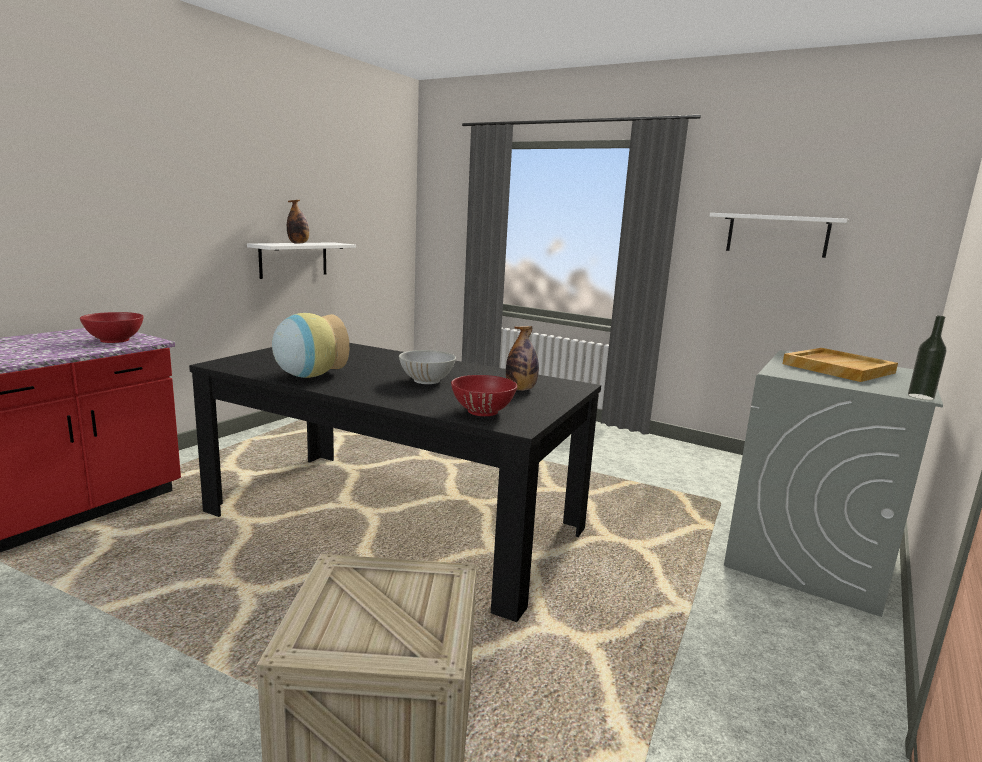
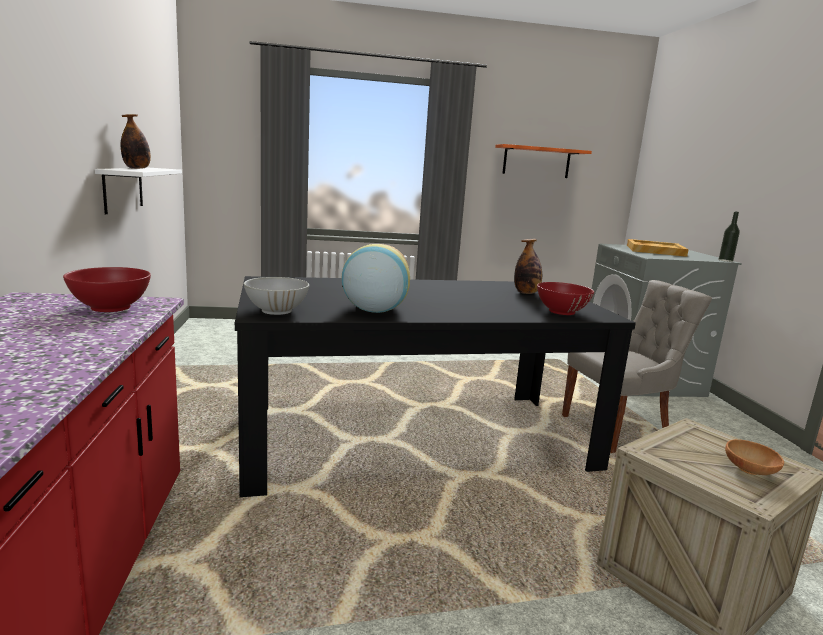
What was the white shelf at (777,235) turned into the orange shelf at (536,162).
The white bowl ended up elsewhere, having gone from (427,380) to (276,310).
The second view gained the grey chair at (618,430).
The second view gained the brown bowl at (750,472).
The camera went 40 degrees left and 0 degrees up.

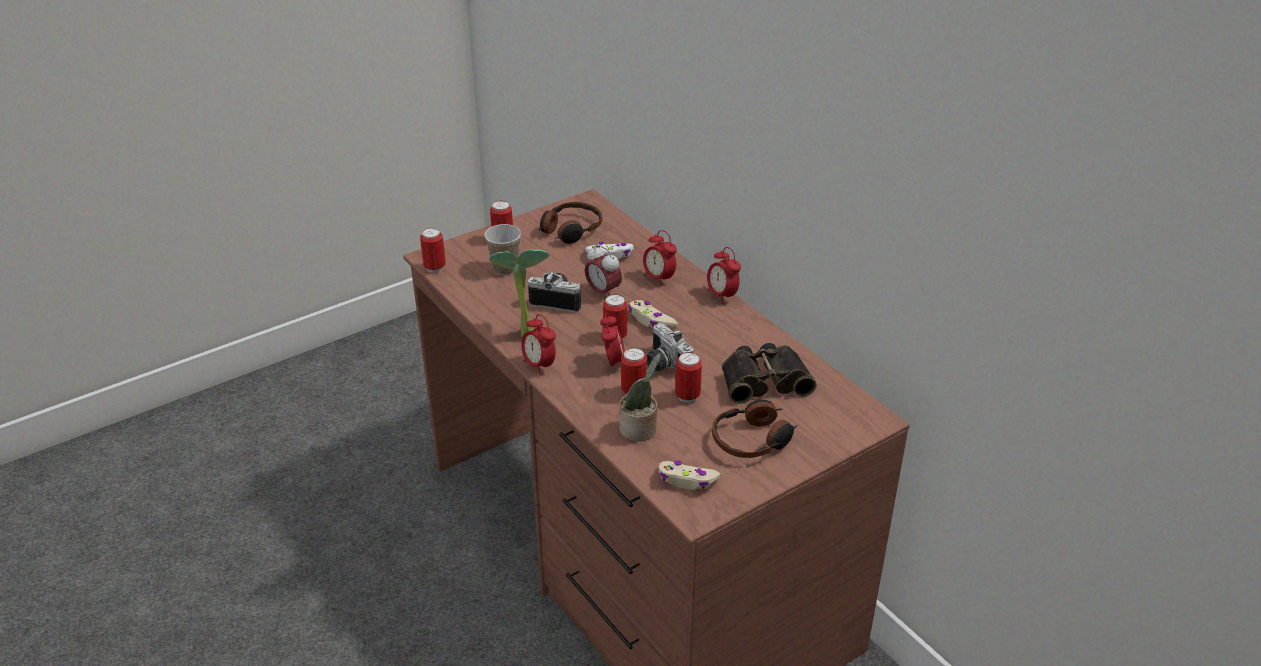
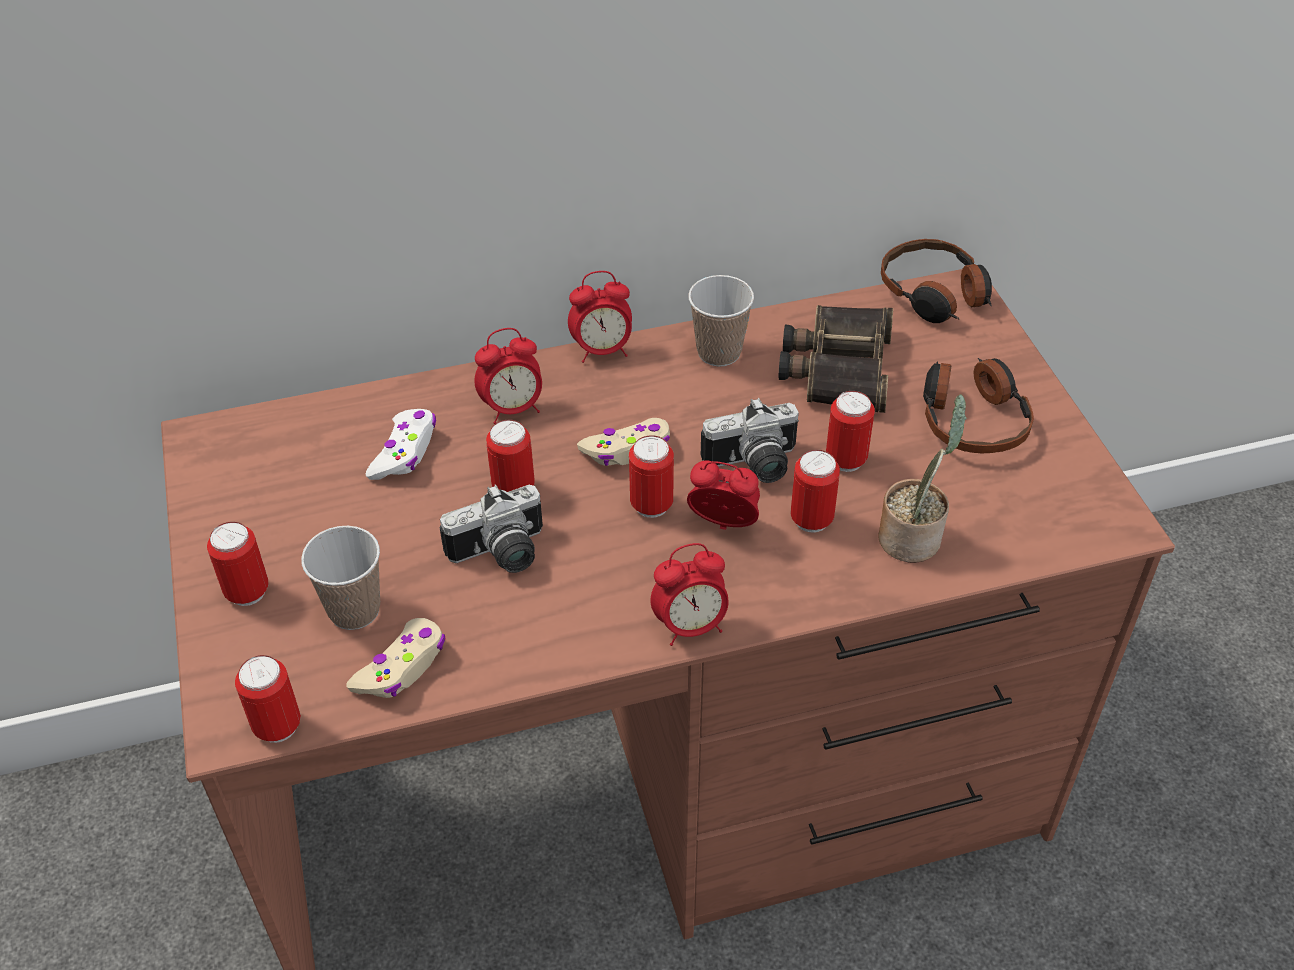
The headphones ended up elsewhere, having gone from (570,230) to (934,294).
Where the alarm clock stood at (603,292), the can came to stand at (513,489).
The second view lost the potted plant at (524,332).
The photo camera at (558,299) ended up facing another way, 150 degrees counterclockwise from before.
The beige game controller ended up elsewhere, having gone from (687,480) to (402,667).
The second view gained the cup at (719,352).
The camera went 70 degrees left and 10 degrees up.

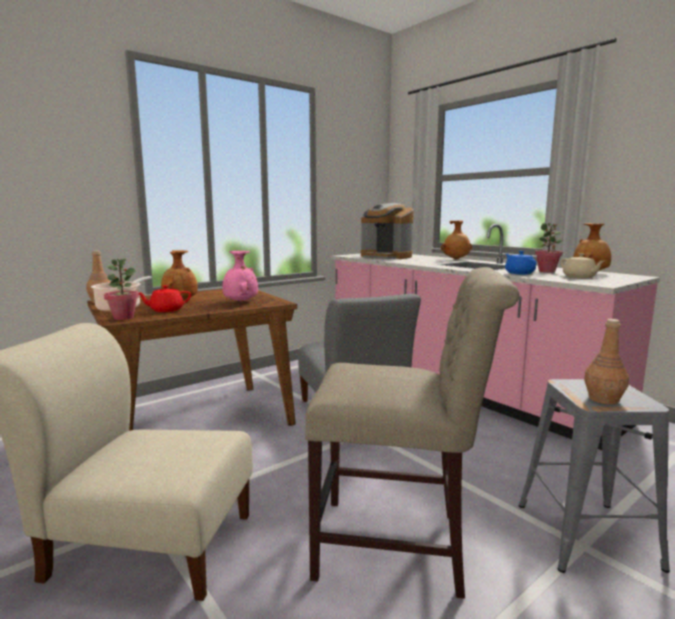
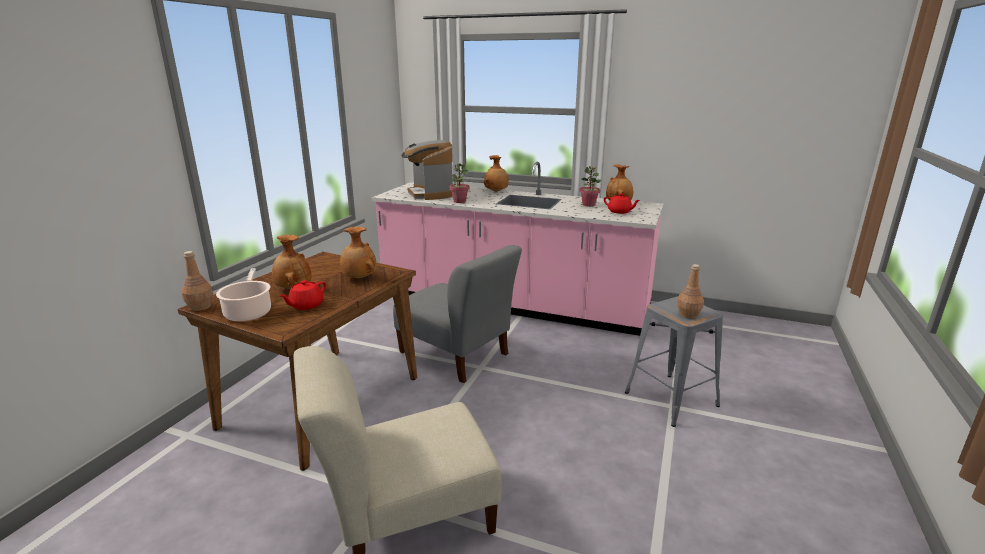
The coffee machine at (386,257) ended up facing another way, 60 degrees clockwise from before.
What was the pink vase at (240,302) turned into the brown vase at (359,278).
The second view lost the blue teapot at (519,273).
What was the beige teapot at (579,277) turned into the red teapot at (620,212).
The potted plant ended up elsewhere, having gone from (123,317) to (459,201).
The second view lost the beige chair at (400,546).
The camera went 30 degrees left and 10 degrees up.

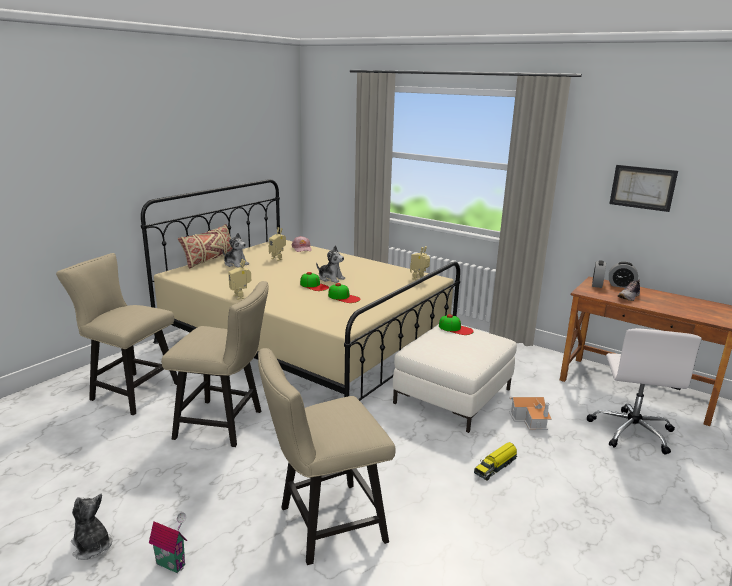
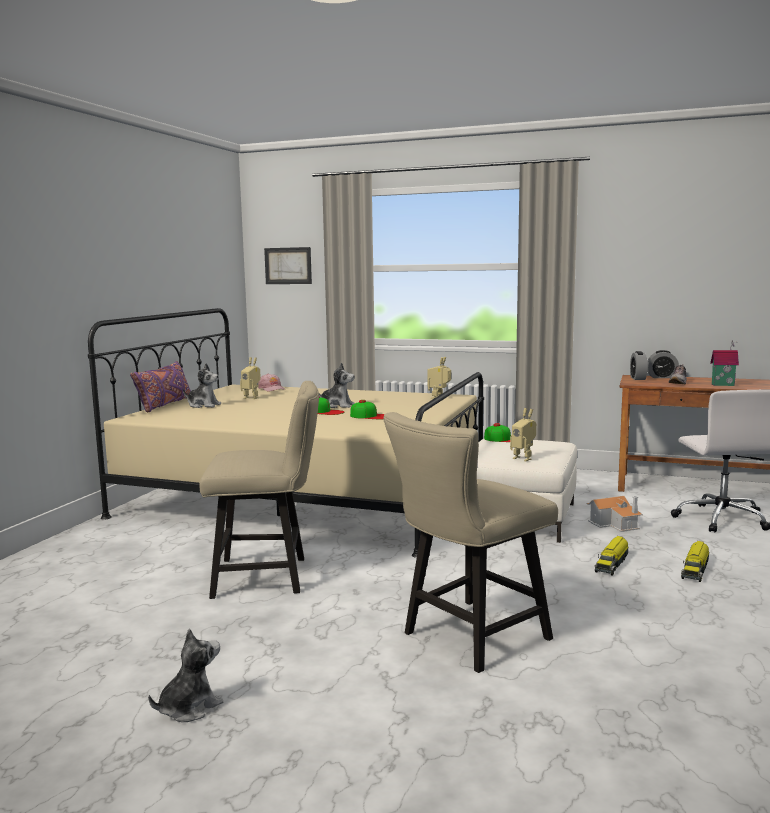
The picture ended up elsewhere, having gone from (642,187) to (288,265).
What was the beige pillow at (209,260) turned into the purple pillow at (164,405).
The second view lost the beige chair at (130,391).
The toy robot ended up elsewhere, having gone from (241,296) to (523,458).
The plush toy at (91,546) ended up facing another way, 105 degrees clockwise from before.
The toy house ended up elsewhere, having gone from (172,563) to (722,384).
The second view gained the toy truck at (695,569).
The camera went 15 degrees left and 10 degrees down.

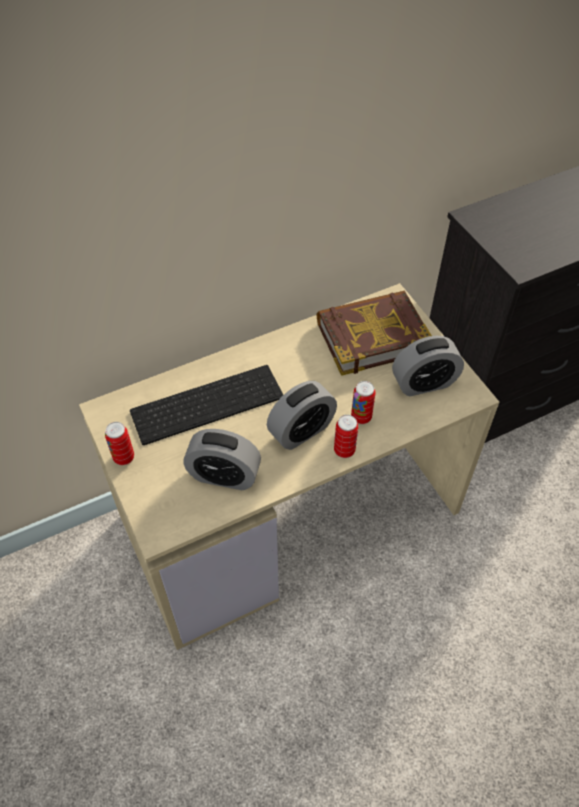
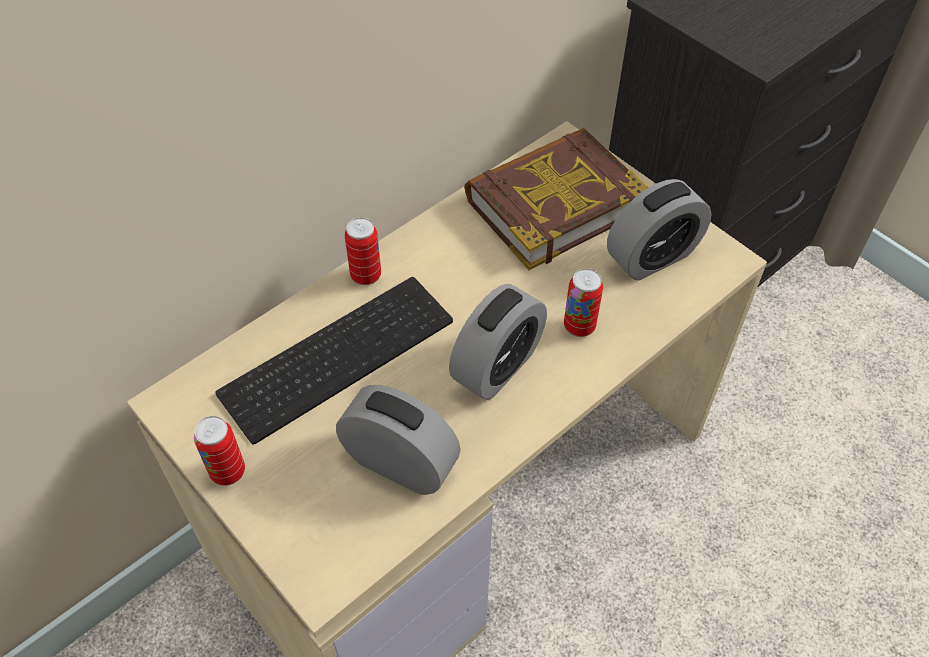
The can ended up elsewhere, having gone from (344,450) to (366,275).
The alarm clock at (224,475) ended up facing another way, 150 degrees counterclockwise from before.
The camera went 15 degrees left and 0 degrees up.

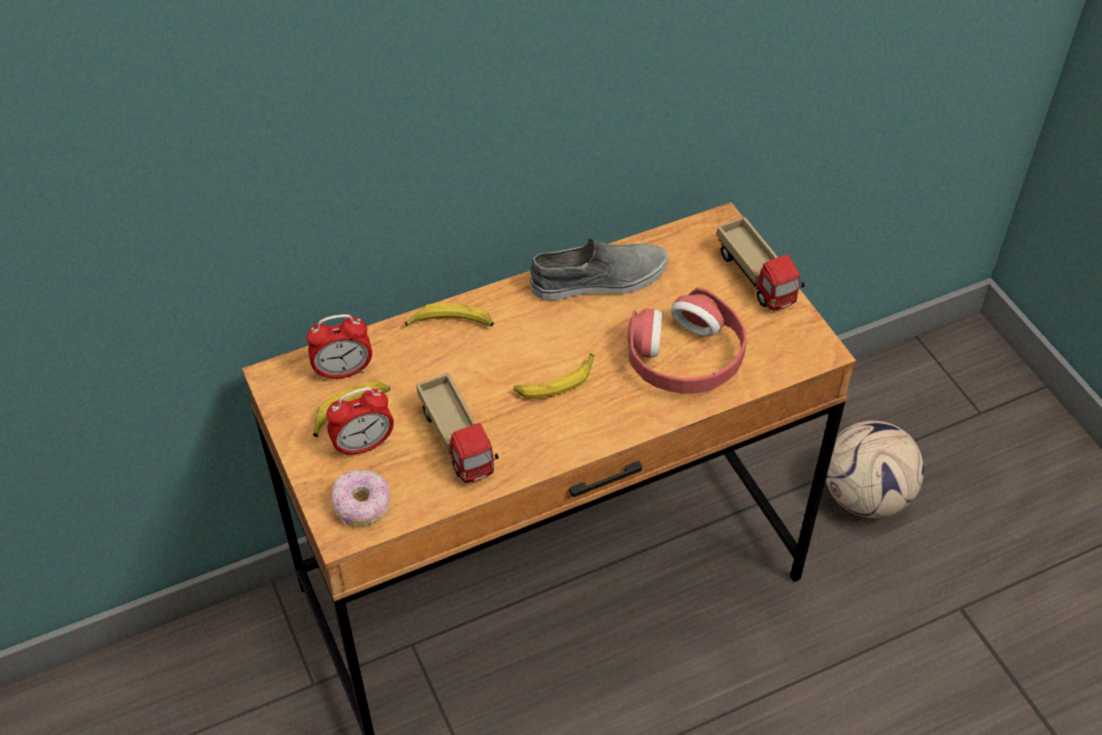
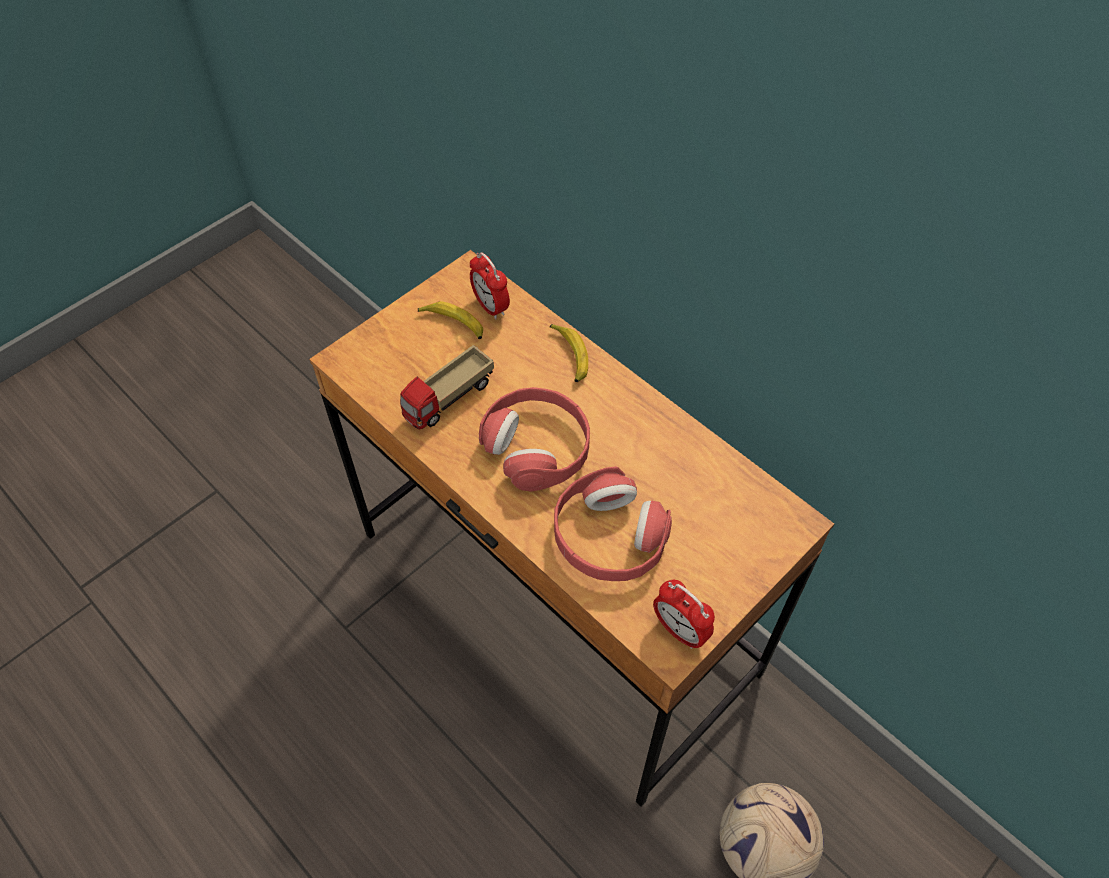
The second view lost the toy truck at (756,277).
The second view lost the grey shoe at (599,279).
Where the banana stood at (555,382), the red headphones came to stand at (537,446).
The alarm clock ended up elsewhere, having gone from (363,445) to (679,630).
The second view lost the donut at (362,505).
The camera went 70 degrees right and 5 degrees up.

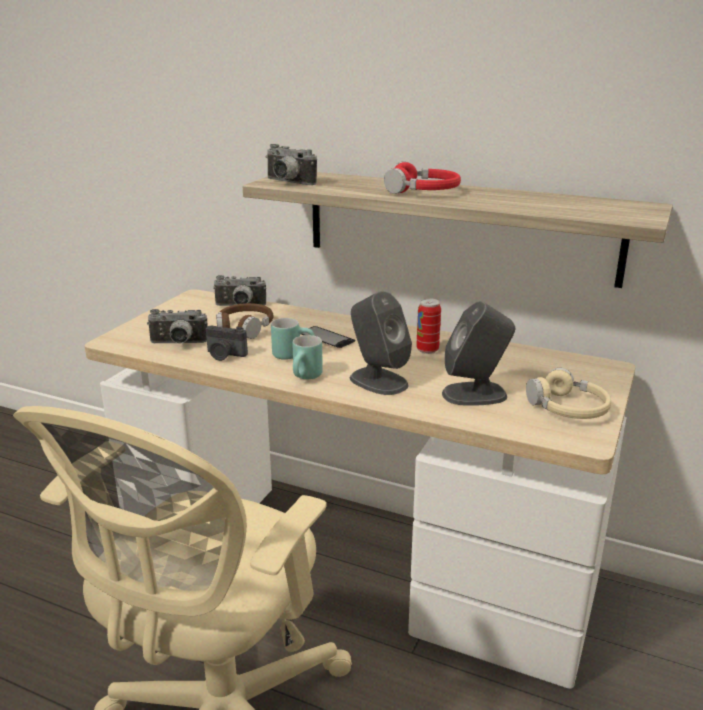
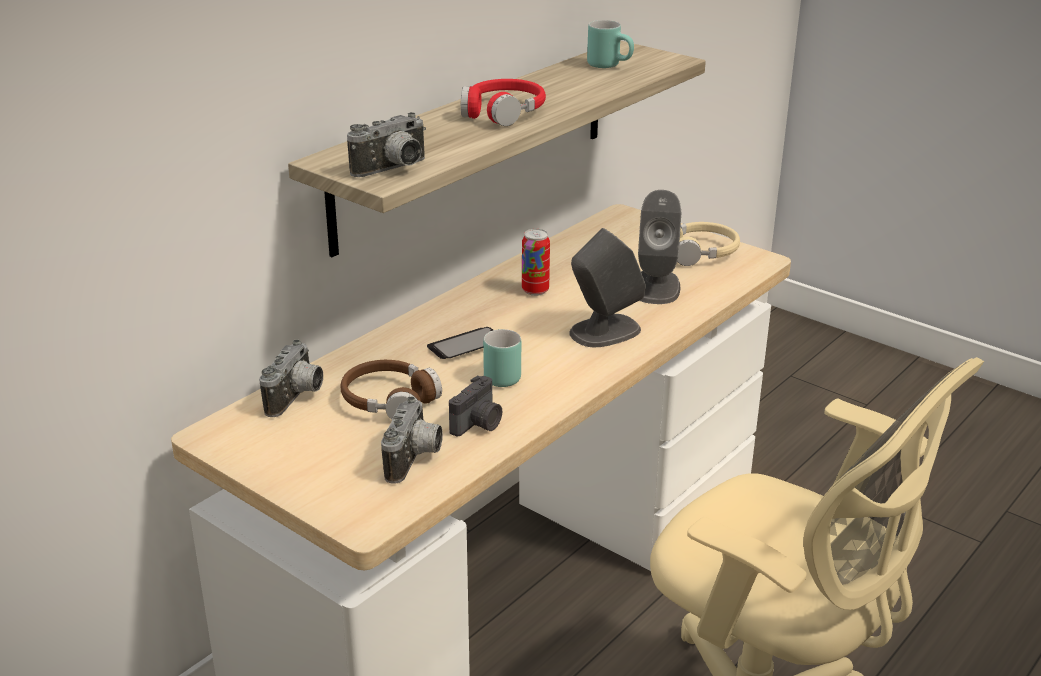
The turquoise mug ended up elsewhere, having gone from (307,378) to (611,65).
The camera went 75 degrees left and 5 degrees up.

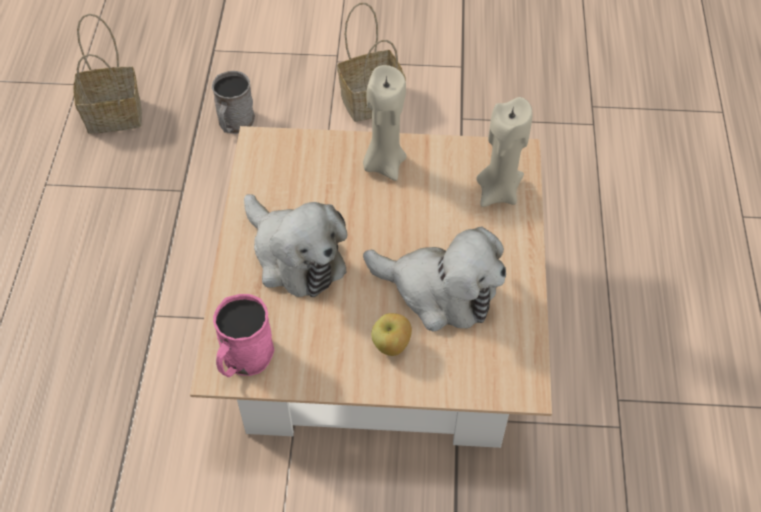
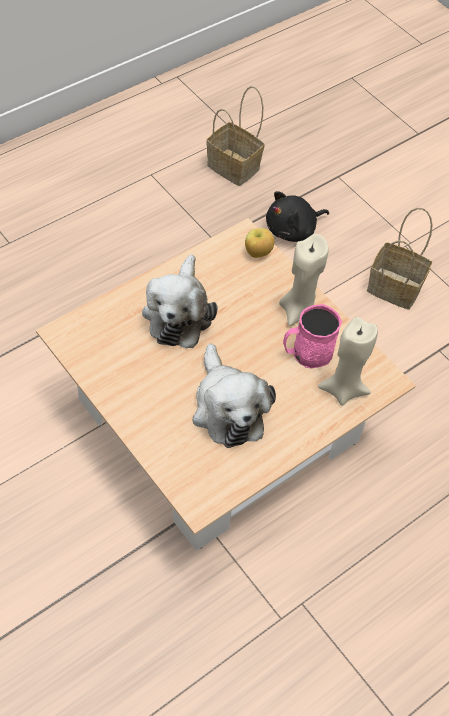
Where the grey mug stood at (234,124), the black plush toy came to stand at (293,230).
The pink mug ended up elsewhere, having gone from (244,359) to (306,353).
The apple ended up elsewhere, having gone from (391,346) to (257,253).
The camera went 45 degrees right and 0 degrees up.

